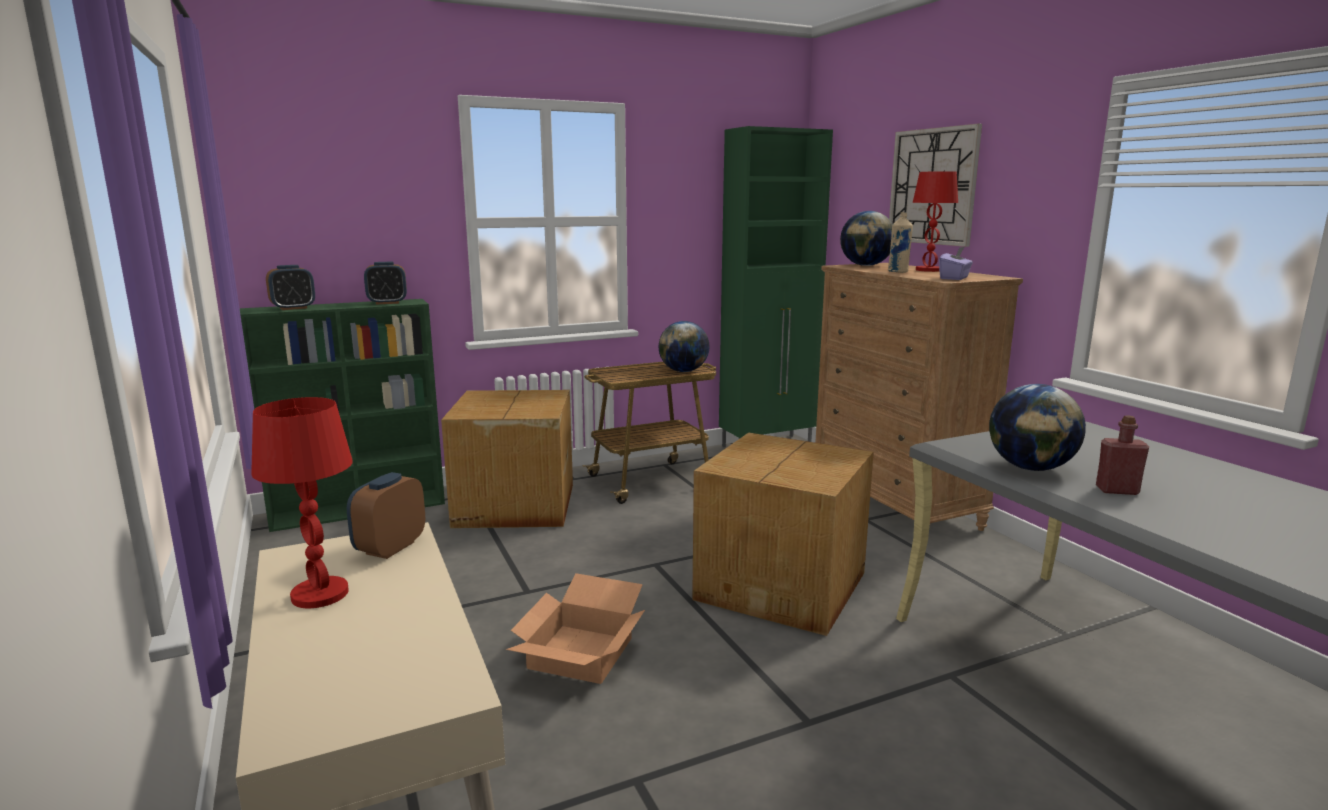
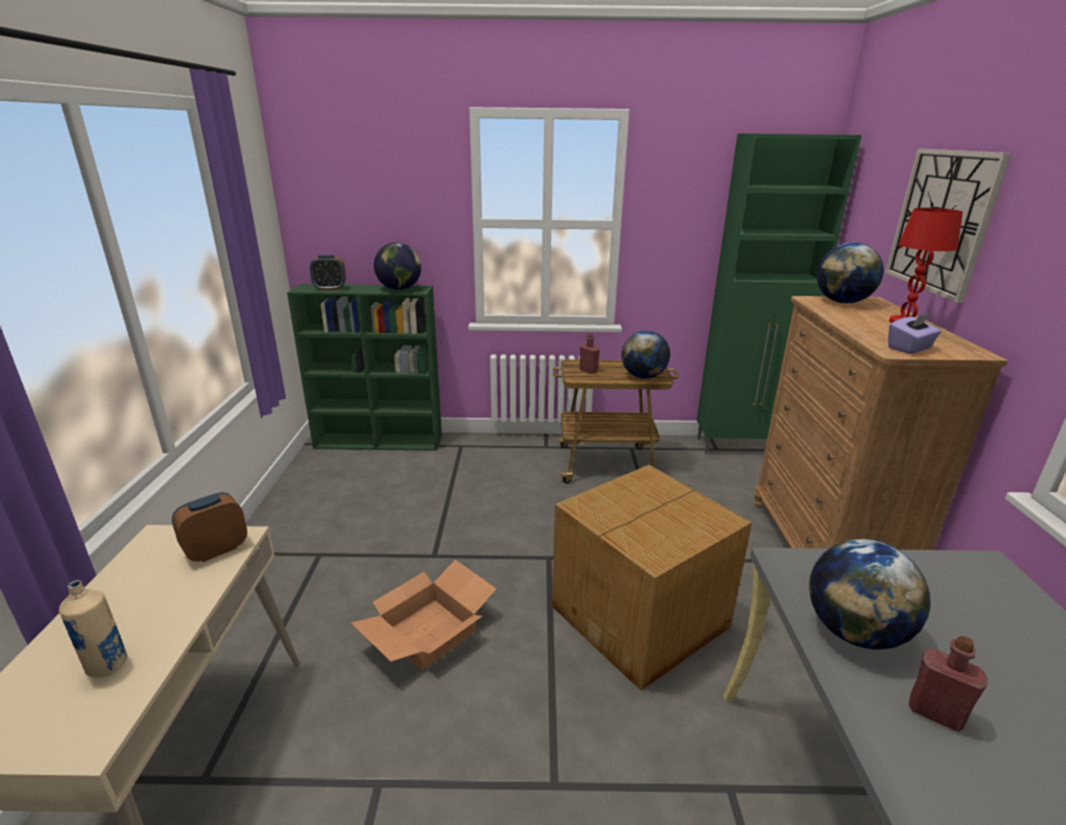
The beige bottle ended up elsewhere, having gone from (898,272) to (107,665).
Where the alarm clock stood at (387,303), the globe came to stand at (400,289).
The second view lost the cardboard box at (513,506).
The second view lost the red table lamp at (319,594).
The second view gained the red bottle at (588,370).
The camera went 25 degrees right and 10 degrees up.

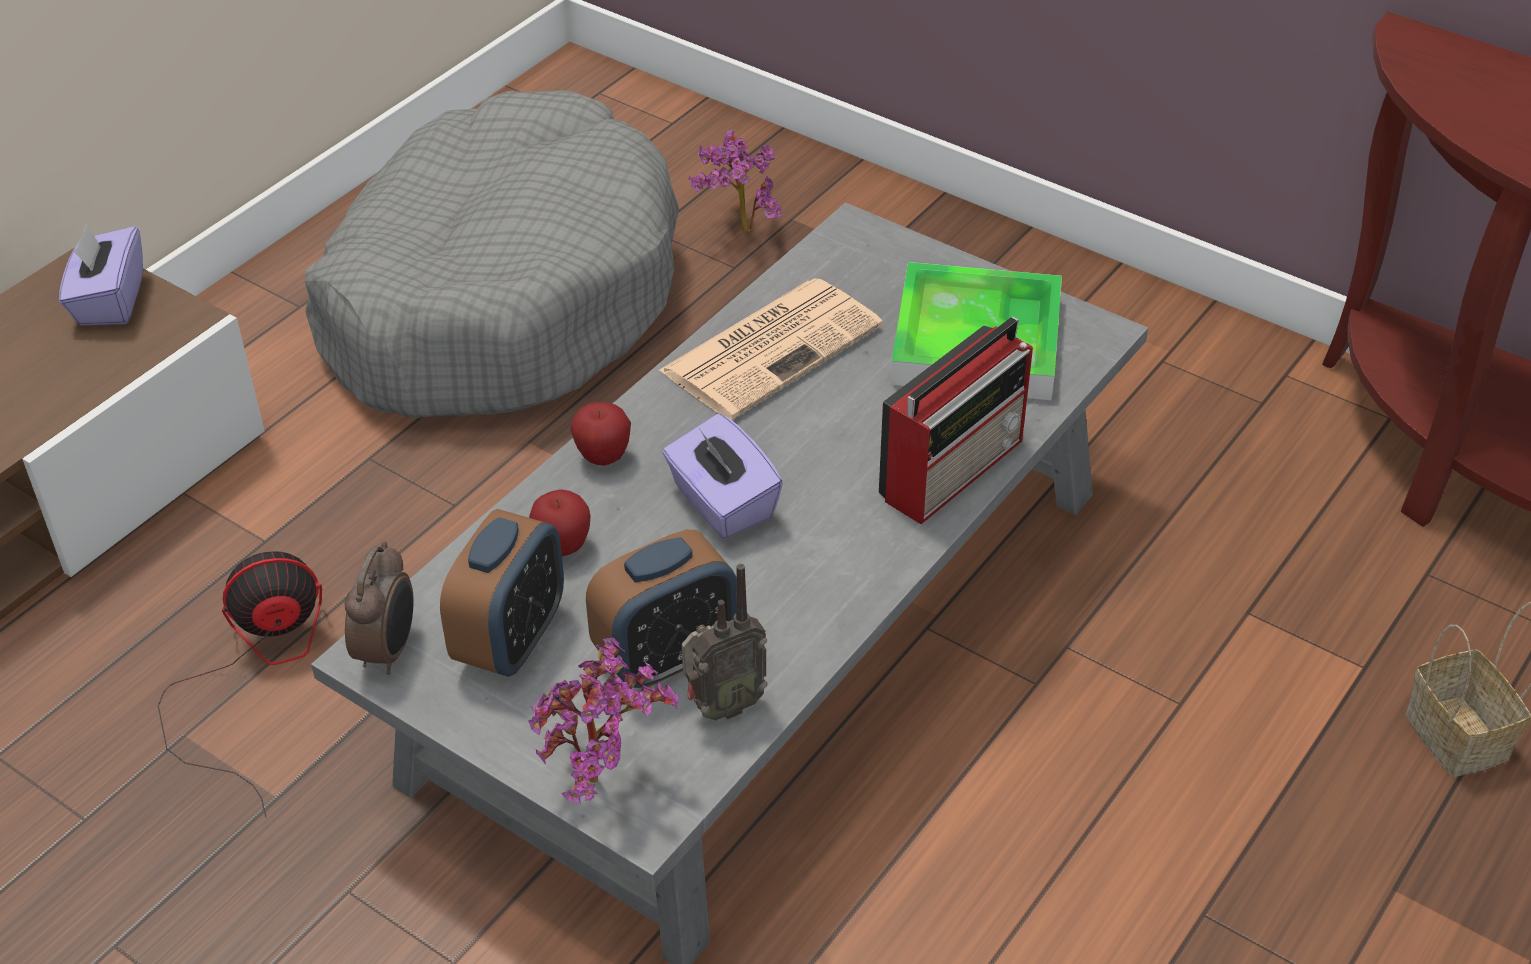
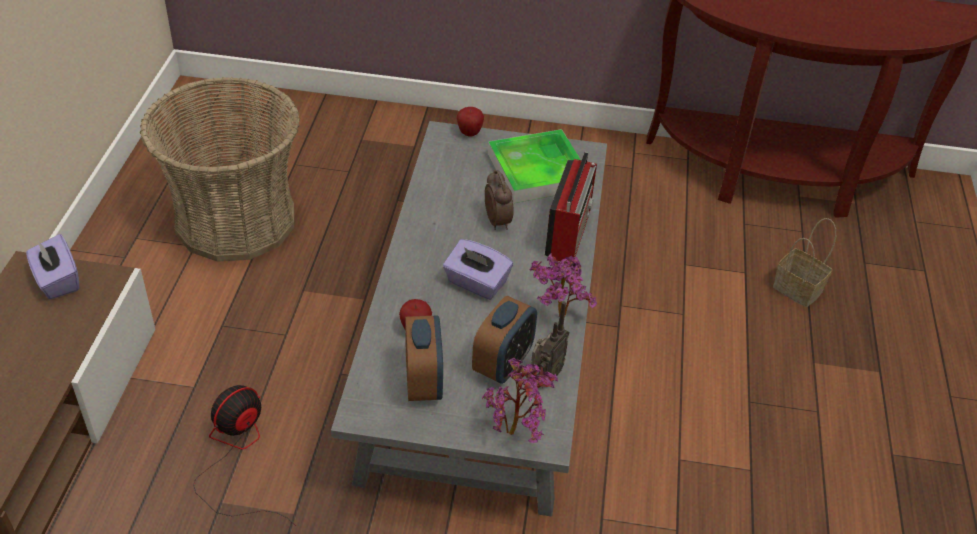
Where the grey dog bed stood at (501,297), the basket came to stand at (236,220).
The potted plant ended up elsewhere, having gone from (738,231) to (556,318).
The second view lost the newspaper at (772,347).
The apple ended up elsewhere, having gone from (603,457) to (469,133).
The alarm clock ended up elsewhere, having gone from (389,650) to (498,221).
The camera went 30 degrees left and 0 degrees up.

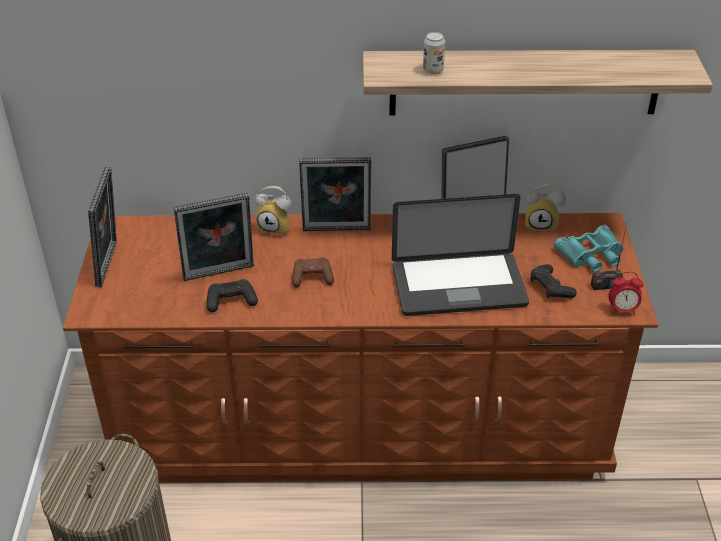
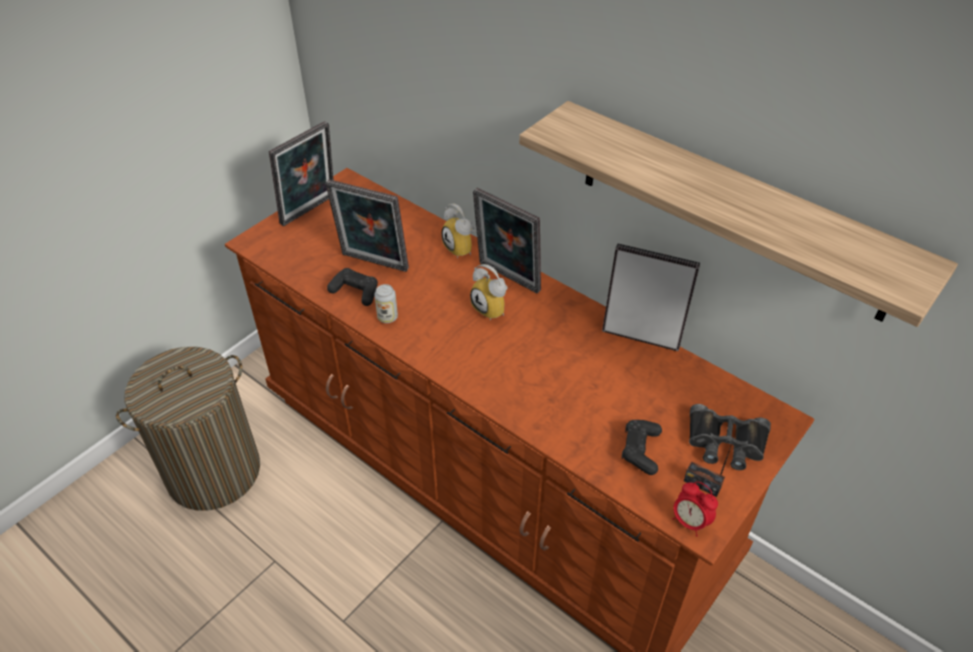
The can ended up elsewhere, having gone from (433,70) to (387,317).
The alarm clock ended up elsewhere, having gone from (541,225) to (493,309).
The second view lost the laptop at (458,286).
What was the turquoise binoculars at (591,254) turned into the black binoculars at (725,443).
The second view lost the brown game controller at (312,278).
The camera went 40 degrees right and 5 degrees up.

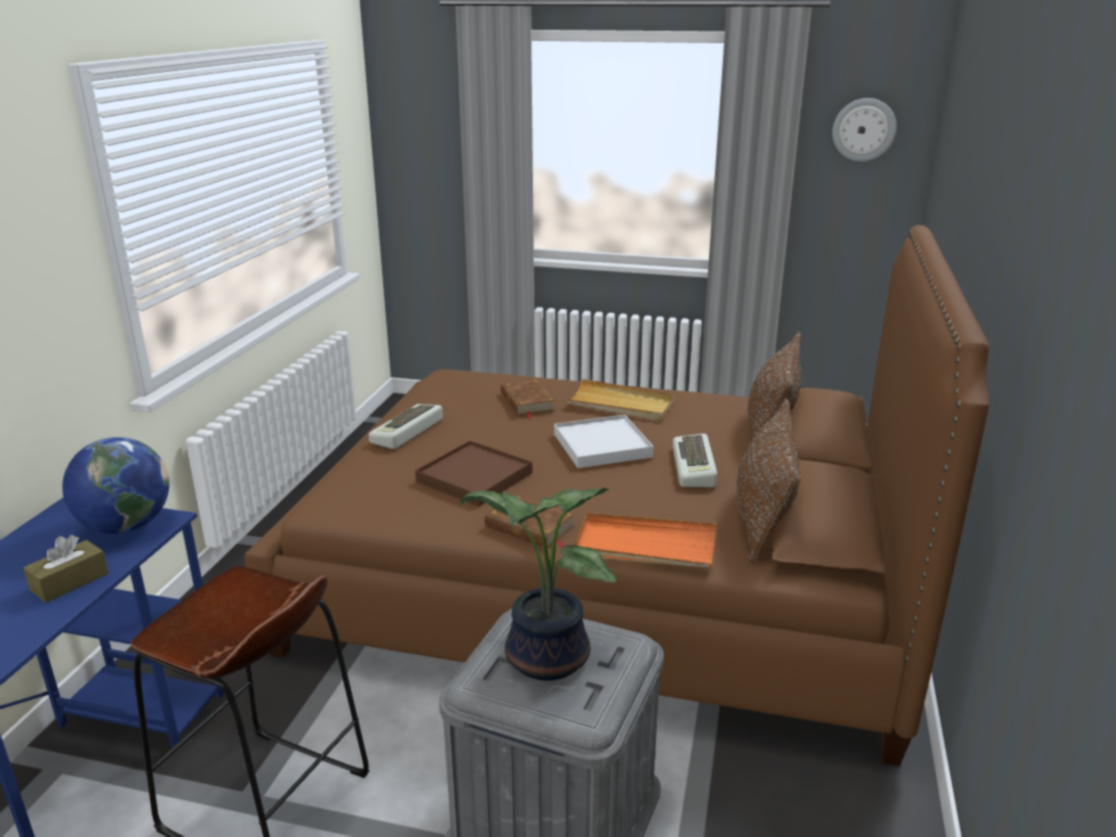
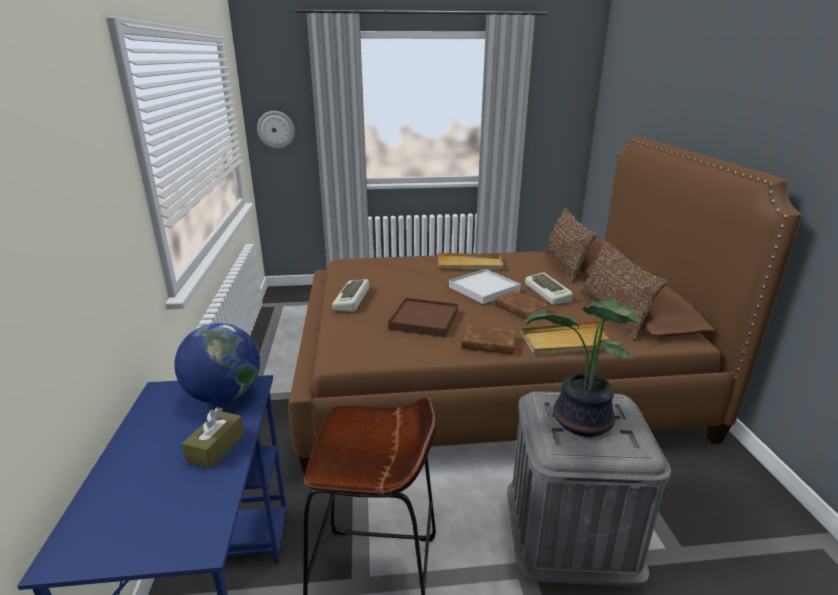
The wall clock ended up elsewhere, having gone from (864,129) to (276,129).
The brown book ended up elsewhere, having gone from (527,402) to (520,309).
What was the orange tray at (645,546) turned into the beige tray at (567,342).
The camera went 20 degrees left and 0 degrees up.

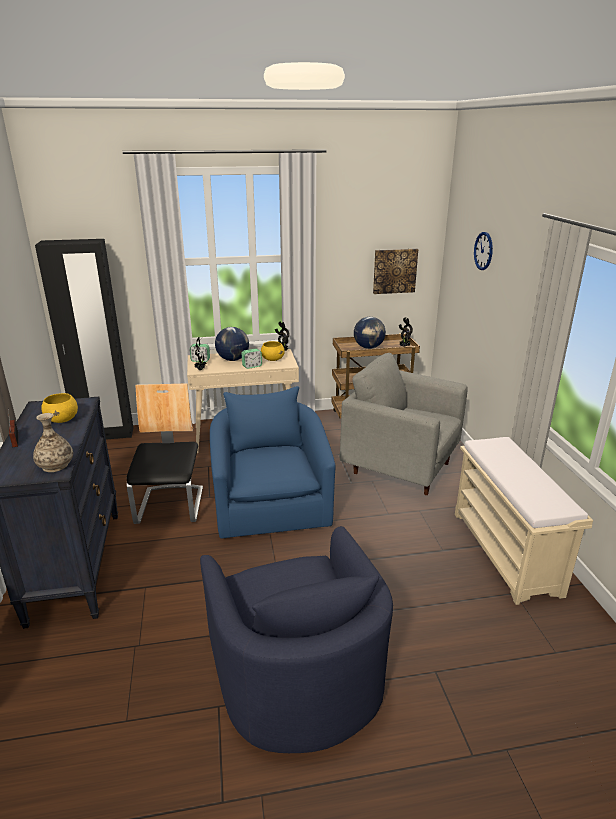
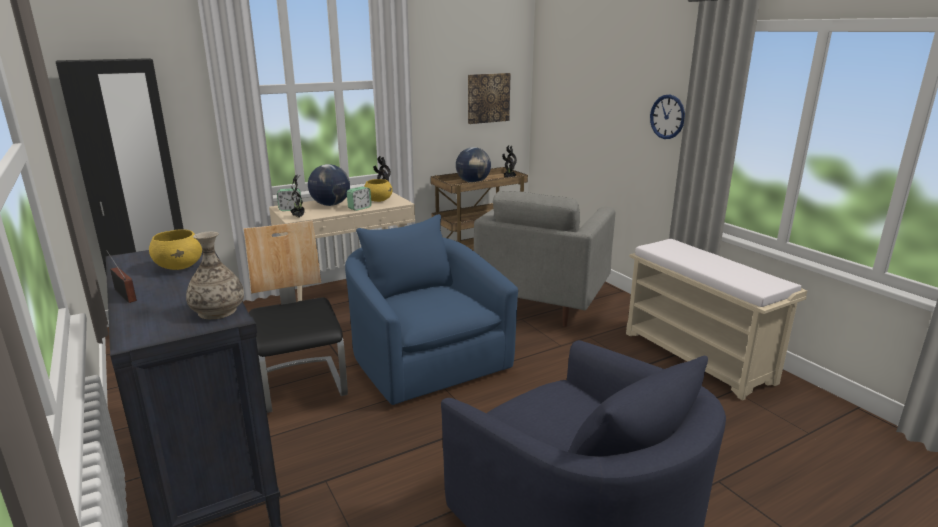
The wall clock ended up elsewhere, having gone from (483,251) to (667,117).
The grey armchair at (400,468) ended up facing another way, 75 degrees counterclockwise from before.
The camera went 20 degrees left and 5 degrees down.

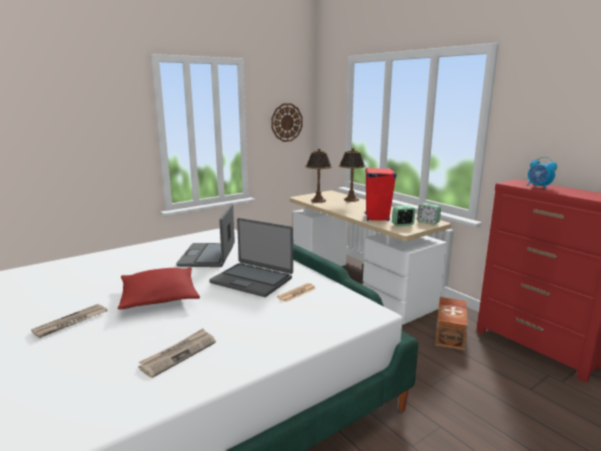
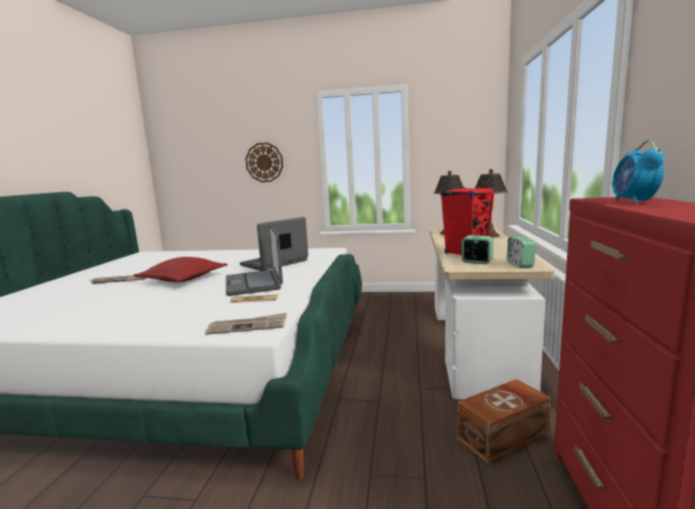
The wall clock ended up elsewhere, having gone from (286,122) to (264,162).
The newspaper ended up elsewhere, having gone from (179,354) to (248,326).
The camera went 45 degrees right and 5 degrees down.

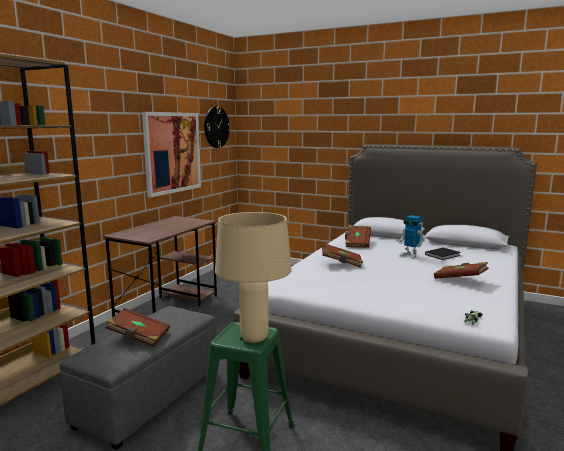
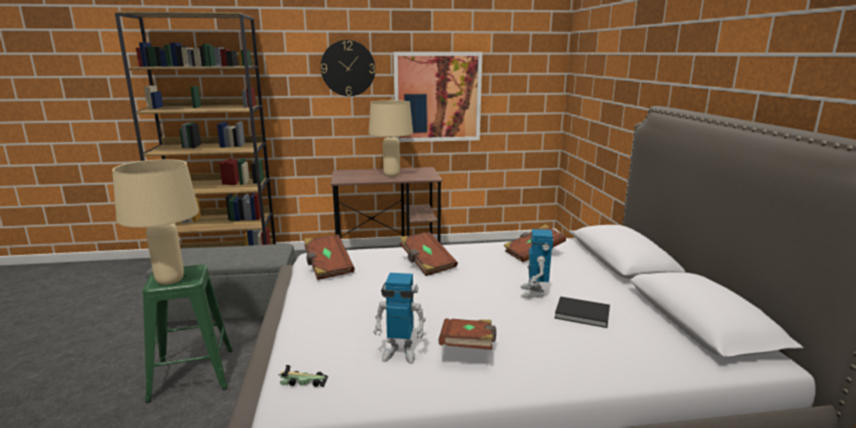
The wall clock ended up elsewhere, having gone from (216,127) to (348,68).
The brown book ended up elsewhere, having gone from (138,337) to (327,267).
The second view gained the beige table lamp at (392,175).
The second view gained the toy robot at (400,353).
The camera went 55 degrees right and 5 degrees up.

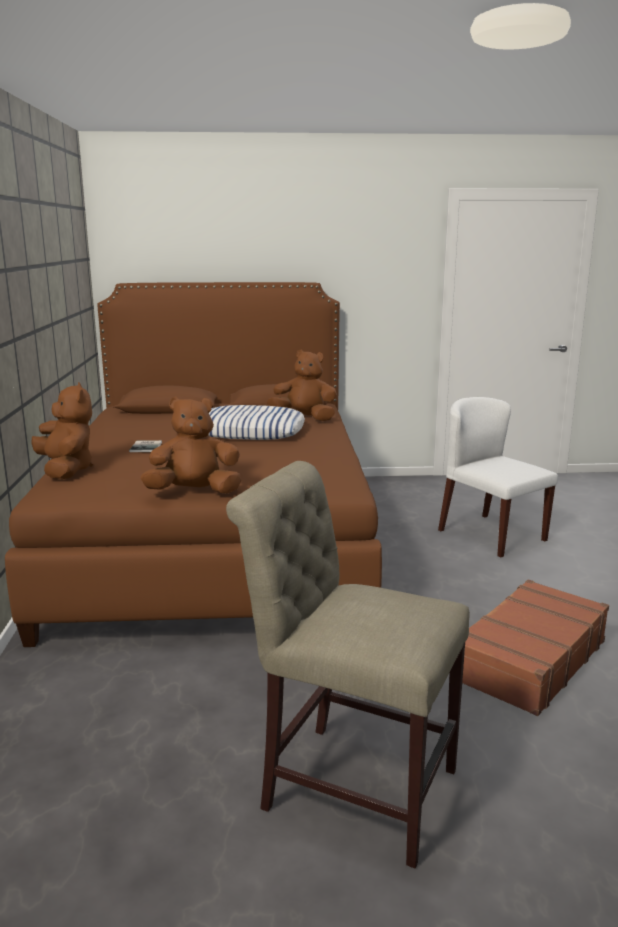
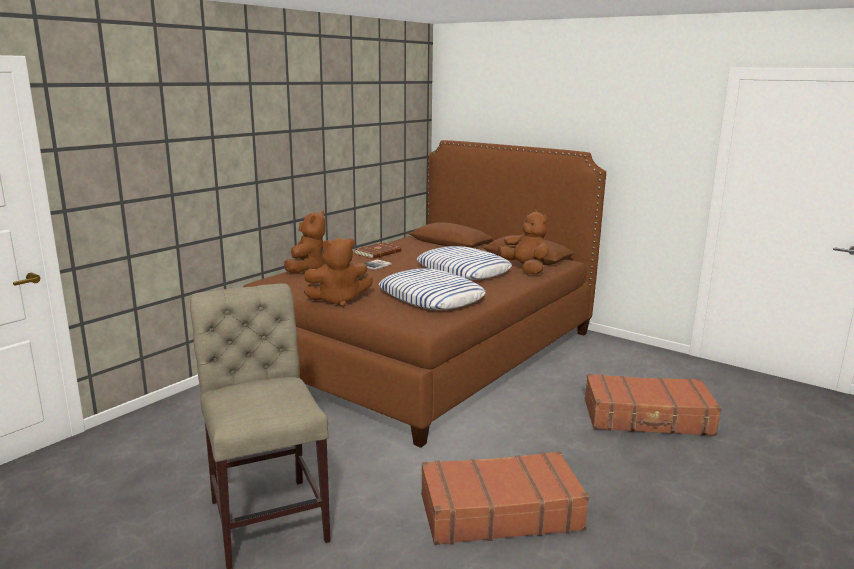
The brown plush toy at (194,492) ended up facing another way, 135 degrees clockwise from before.
Where the white chair stood at (491,535), the brown suitcase came to stand at (648,418).
The second view gained the brown book at (378,253).
The second view gained the pillow at (431,297).
The camera went 40 degrees right and 0 degrees up.

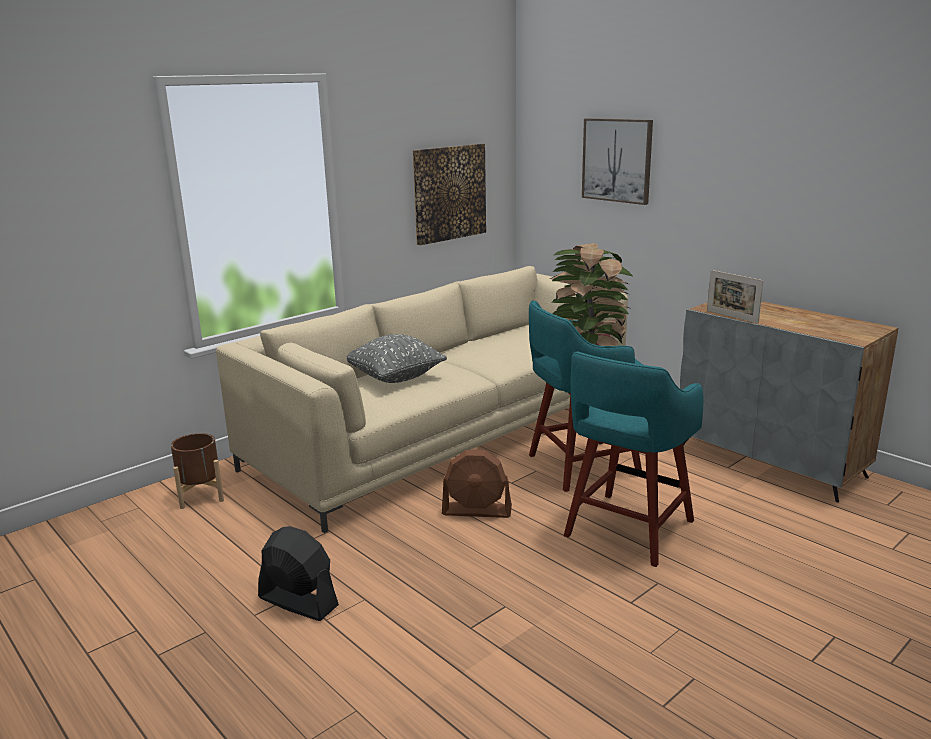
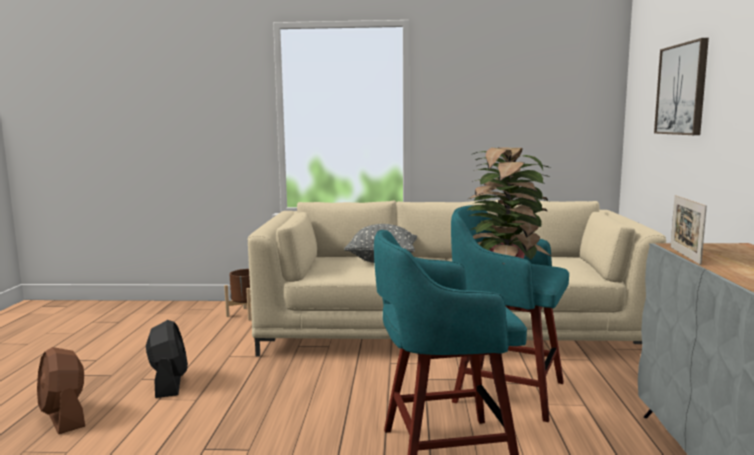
The second view lost the picture at (449,193).
The brown fan ended up elsewhere, having gone from (477,511) to (64,417).
The camera went 45 degrees right and 10 degrees down.

